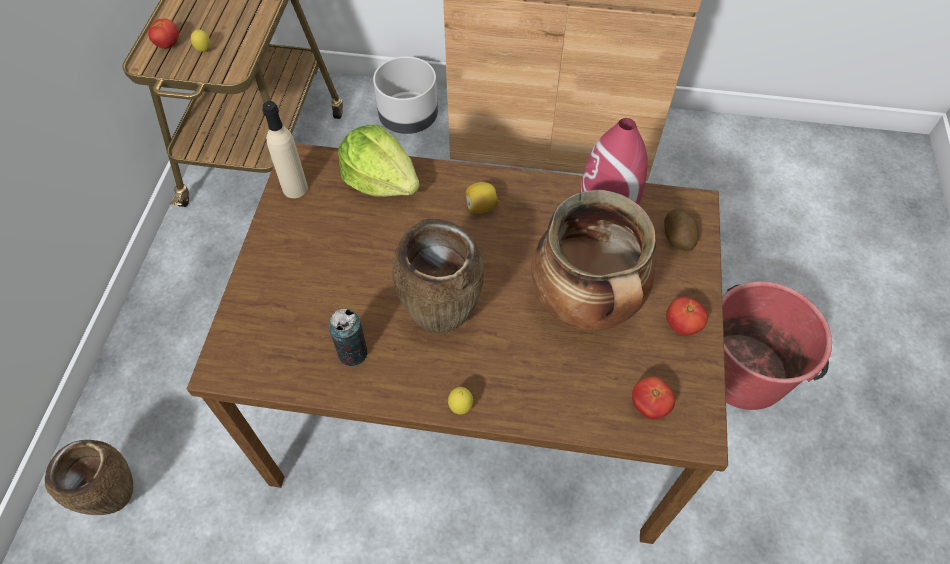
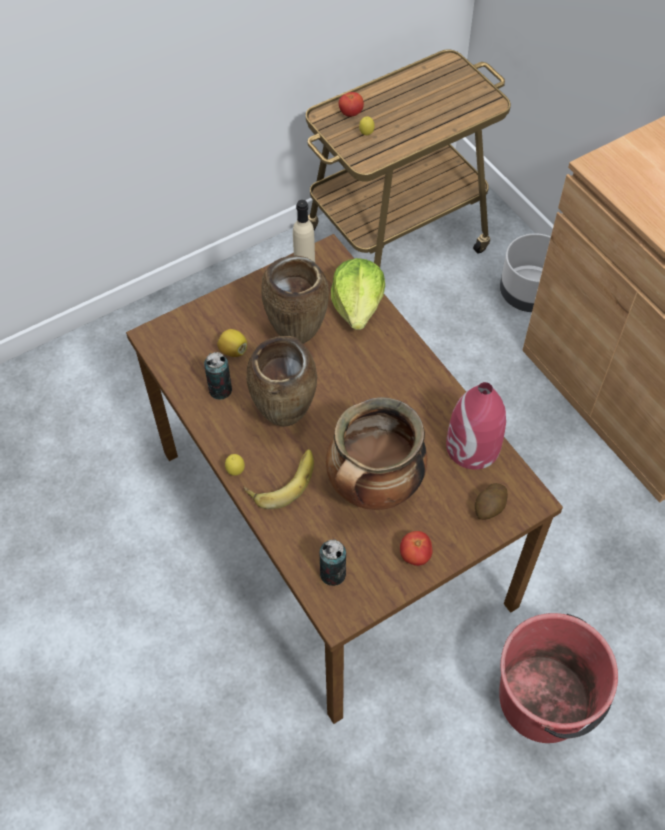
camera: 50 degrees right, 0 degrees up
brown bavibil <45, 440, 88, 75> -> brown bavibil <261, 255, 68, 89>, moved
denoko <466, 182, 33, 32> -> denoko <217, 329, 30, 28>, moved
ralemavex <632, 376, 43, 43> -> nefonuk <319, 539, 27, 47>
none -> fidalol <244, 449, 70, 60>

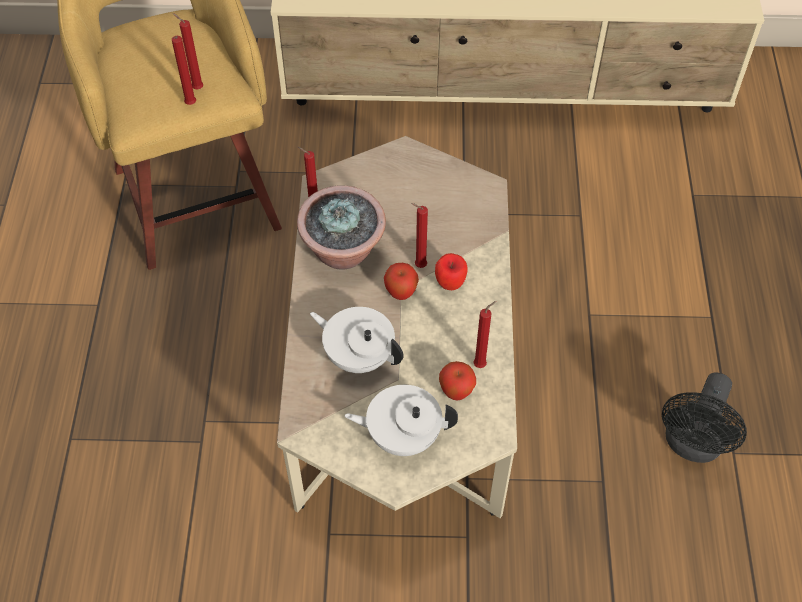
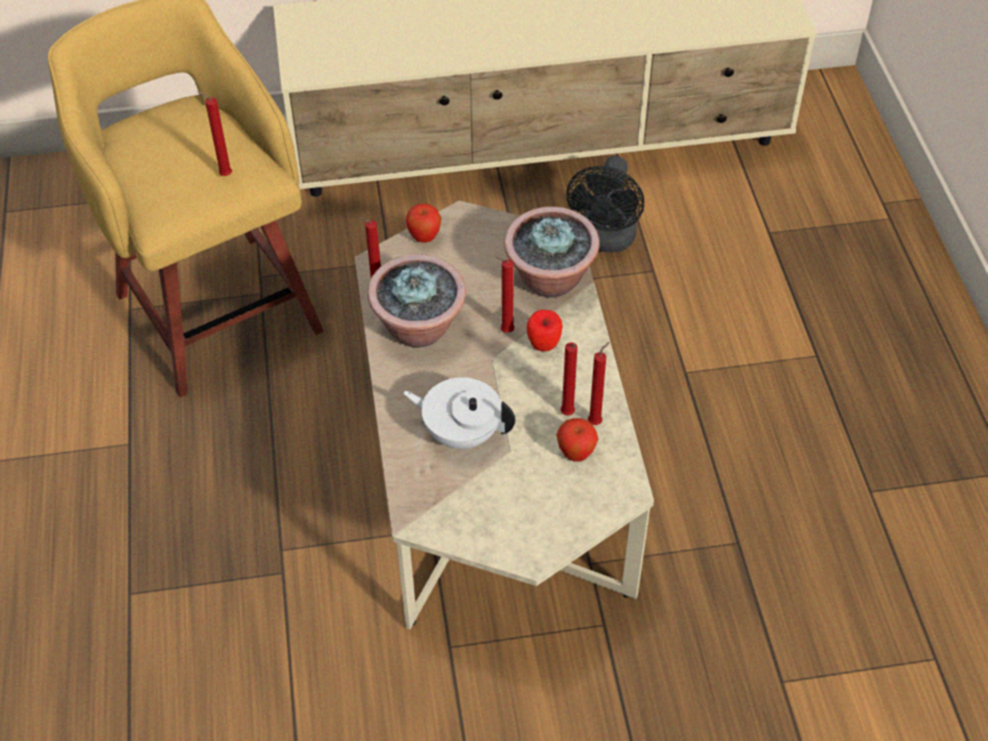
camera: 10 degrees left, 5 degrees down
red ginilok <172, 36, 24, 69> -> red ginilok <561, 342, 17, 74>, moved
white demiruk <344, 385, 114, 71> -> none
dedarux <384, 263, 35, 37> -> dedarux <406, 204, 35, 39>, moved
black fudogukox <662, 373, 85, 90> -> black fudogukox <566, 156, 78, 97>, moved
none -> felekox <504, 206, 96, 92>

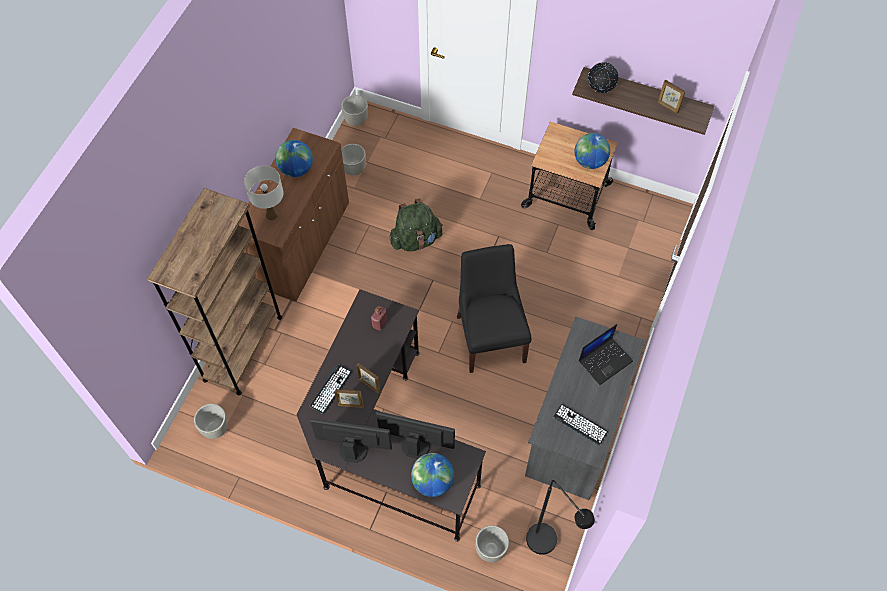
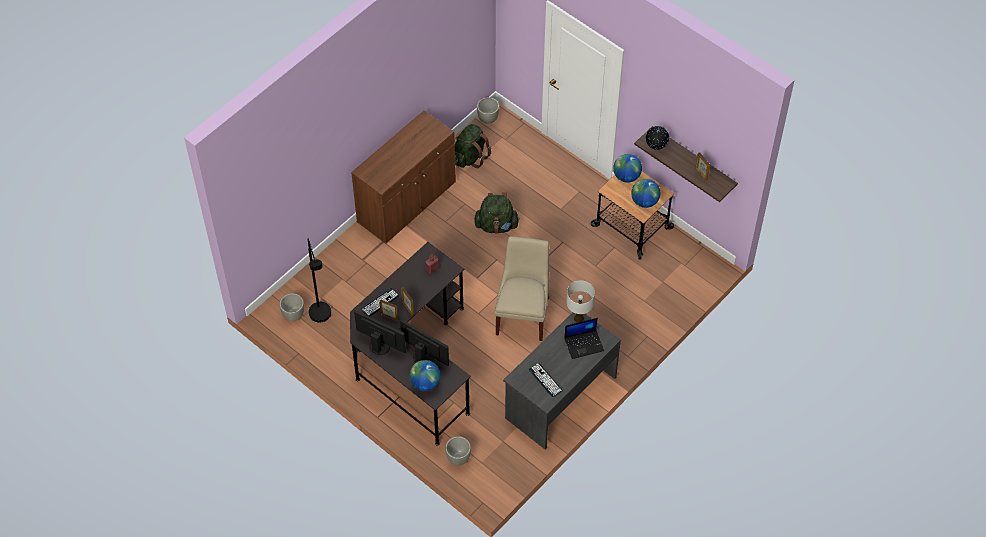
camera: 20 degrees right, 5 degrees down
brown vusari <147, 188, 135, 207> -> none
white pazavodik <244, 166, 39, 54> -> white pazavodik <566, 280, 29, 43>, moved
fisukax <275, 140, 38, 37> -> fisukax <613, 154, 29, 29>, moved
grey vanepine <341, 144, 25, 32> -> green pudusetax <455, 124, 36, 44>
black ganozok <457, 244, 75, 129> -> beige ganozok <495, 236, 55, 105>
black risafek <526, 480, 69, 75> -> black risafek <307, 239, 24, 83>, moved

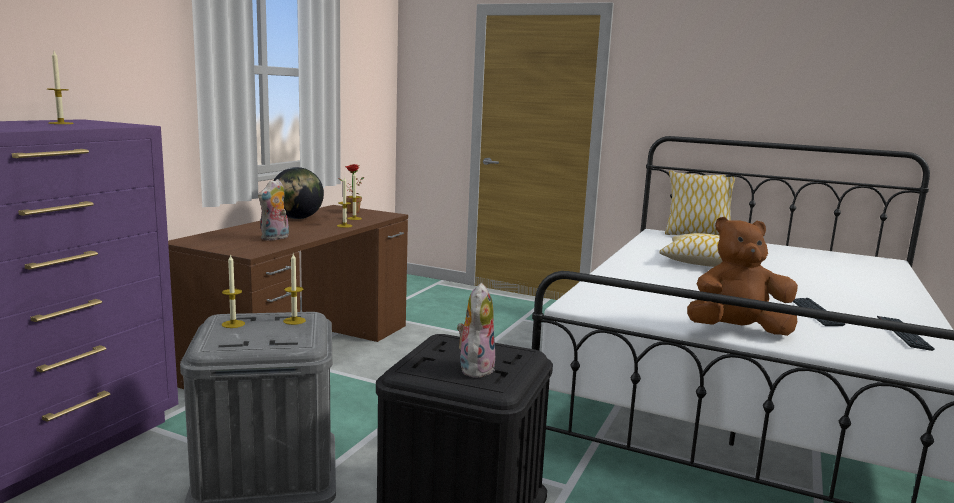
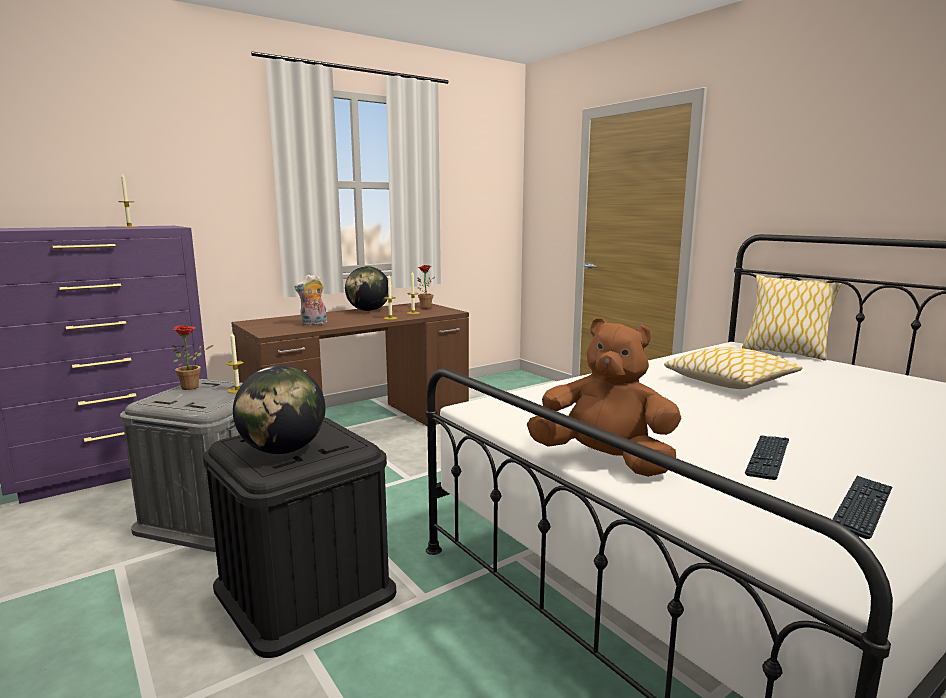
camera: 30 degrees right, 0 degrees up
ginilok <222, 254, 23, 74> -> felekox <172, 325, 41, 65>
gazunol <457, 283, 38, 95> -> fisukax <233, 366, 93, 88>

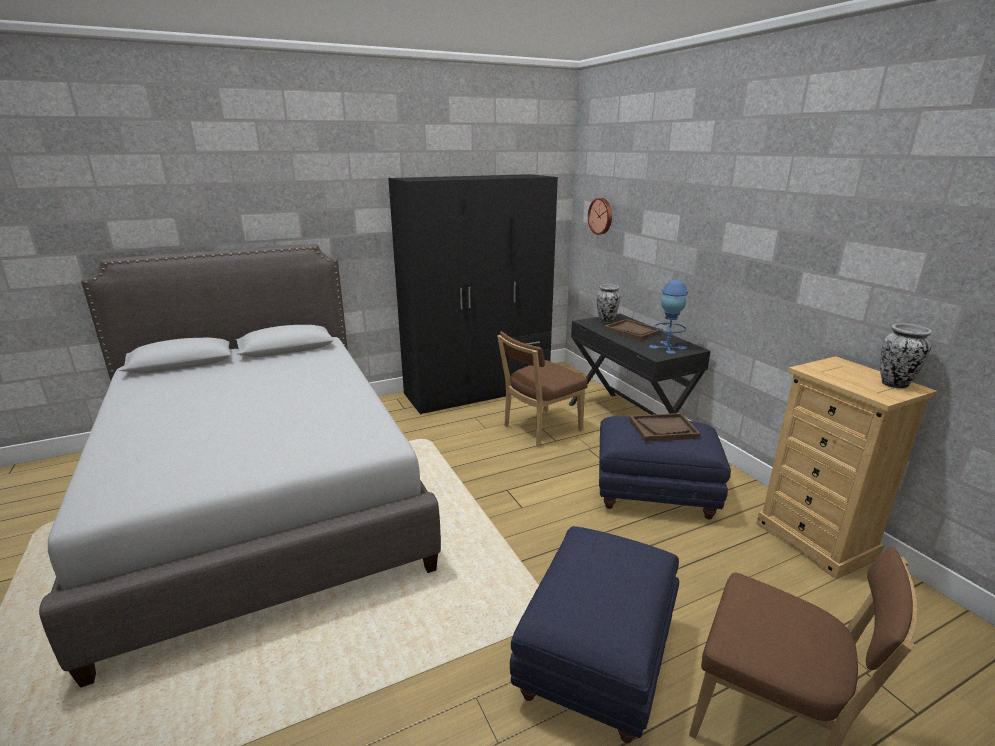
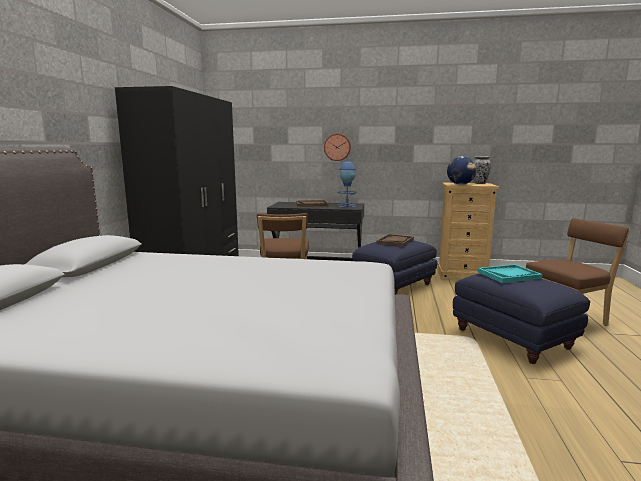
camera: 55 degrees left, 10 degrees down
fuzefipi <588, 198, 24, 37> -> fuzefipi <324, 134, 27, 27>, moved
bavibil <597, 284, 23, 39> -> none
none -> fisukax <447, 156, 29, 29>
none -> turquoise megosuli <478, 264, 65, 19>

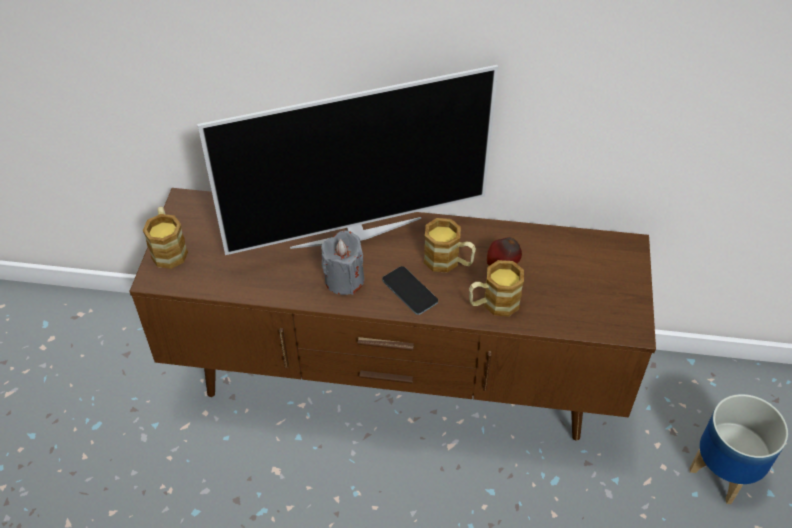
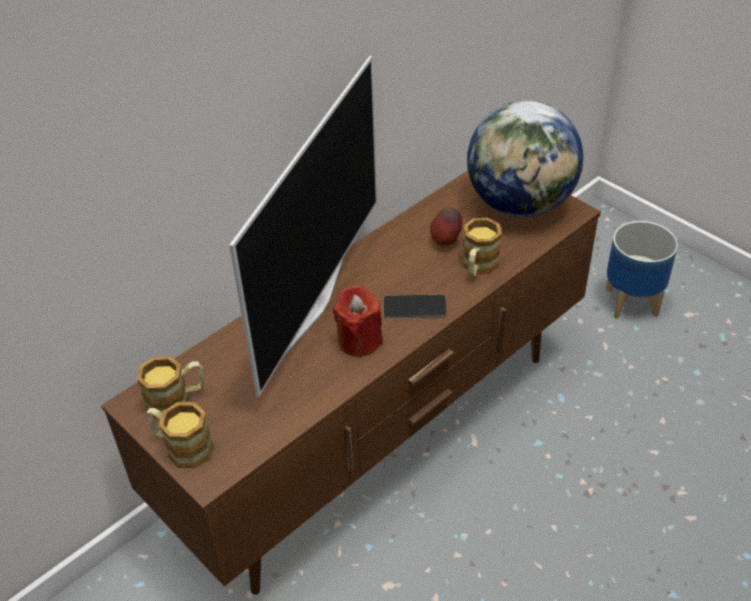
camera: 50 degrees left, 5 degrees down
grey ginilok <321, 231, 43, 64> -> red ginilok <333, 285, 50, 72>
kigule <424, 218, 52, 54> -> kigule <137, 356, 67, 64>, moved
none -> fisukax <467, 100, 116, 117>

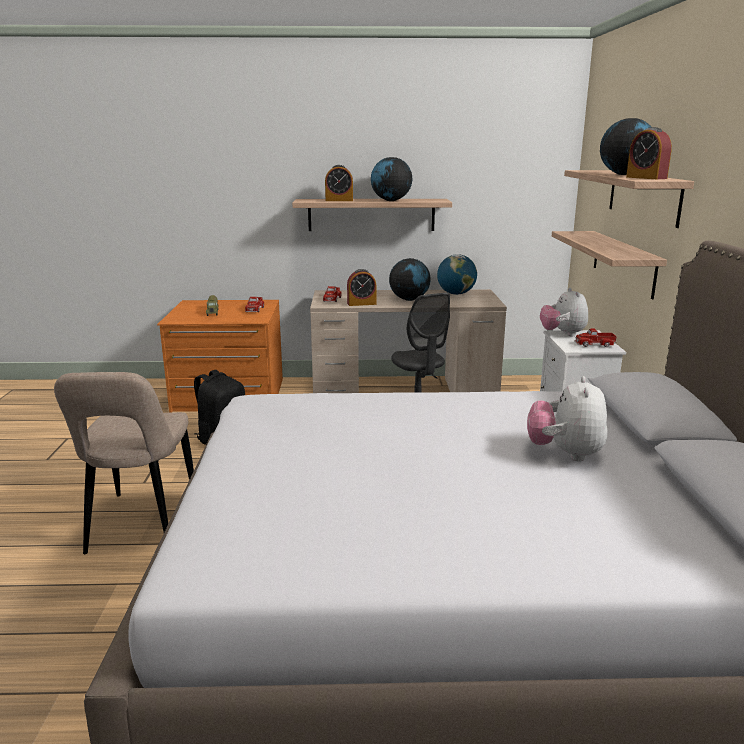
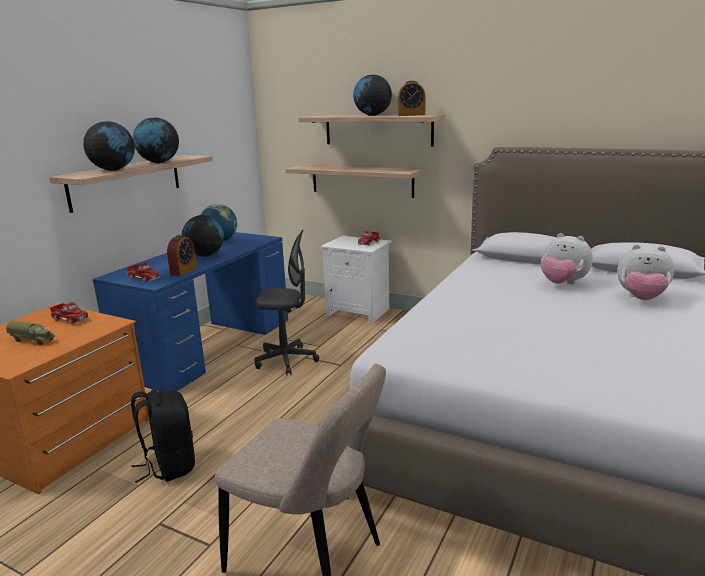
camera: 60 degrees left, 0 degrees up
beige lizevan <310, 289, 197, 104> -> blue lizevan <93, 232, 195, 159>
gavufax <325, 165, 28, 36> -> fisukax <83, 121, 52, 50>
gazunol <540, 288, 48, 48> -> gazunol <617, 245, 57, 55>, moved

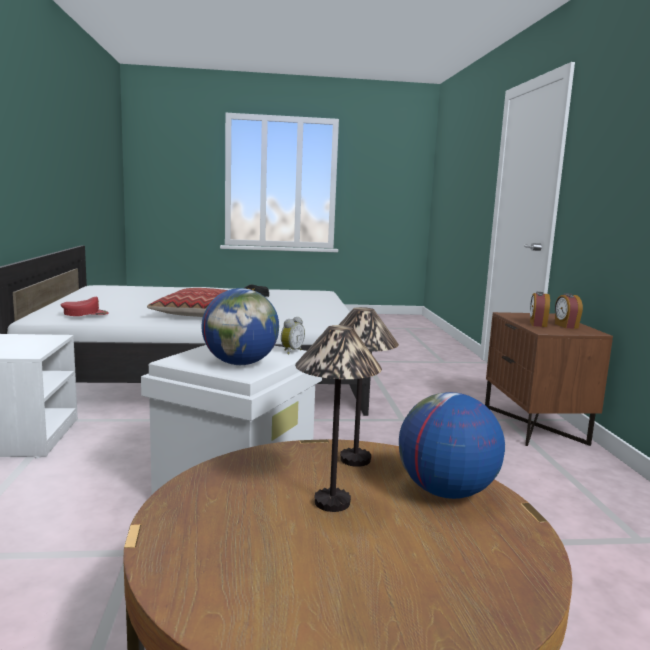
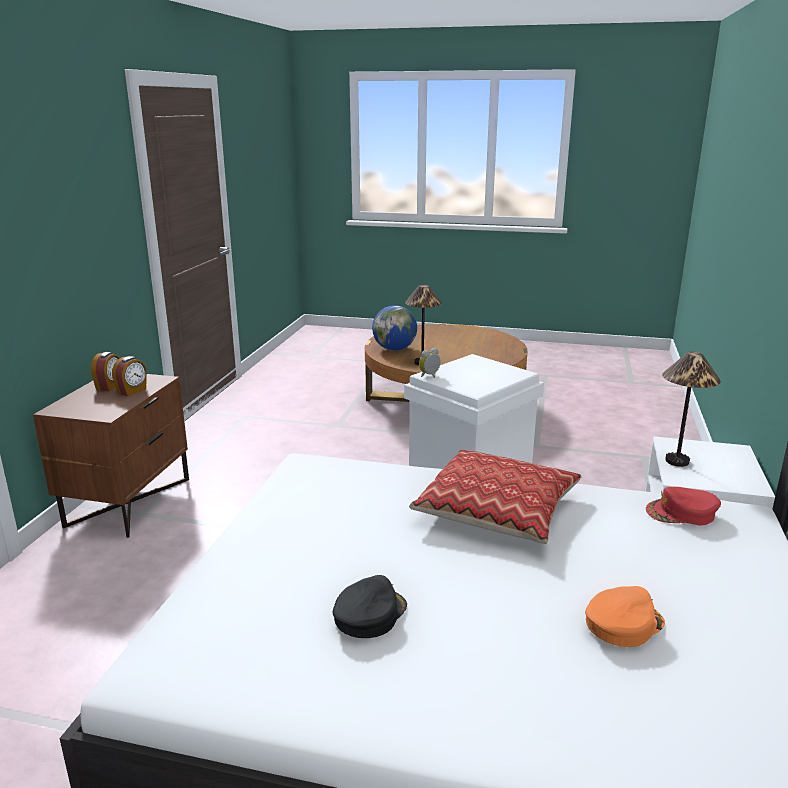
camera: 160 degrees left, 10 degrees up
fisukax <201, 288, 78, 77> -> none
pazavodik <295, 325, 87, 187> -> pazavodik <662, 352, 58, 115>, moved
none -> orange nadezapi <585, 586, 80, 61>

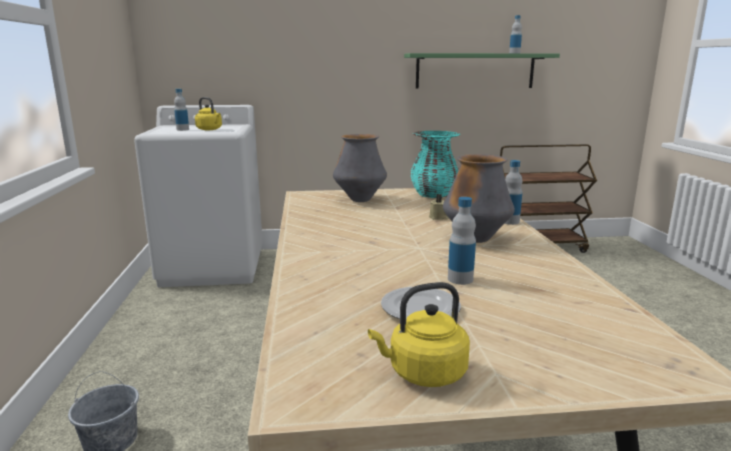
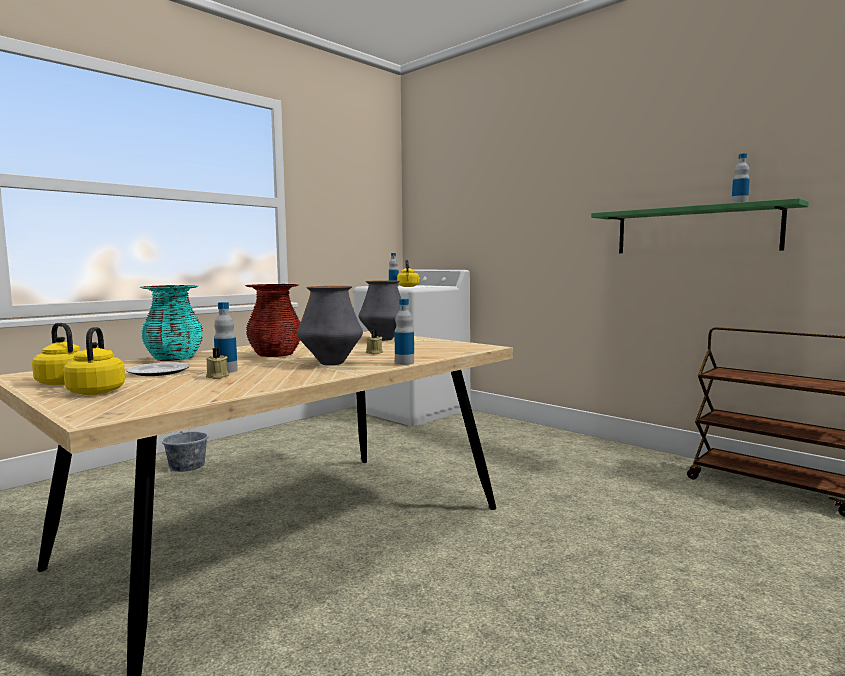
camera: 50 degrees right, 10 degrees down
turquoise bavibil <411, 131, 49, 67> -> turquoise bavibil <139, 285, 64, 76>, moved
none -> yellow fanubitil <63, 327, 62, 68>
none -> beige ginilok <206, 348, 23, 31>
none -> red bavibil <245, 284, 56, 73>

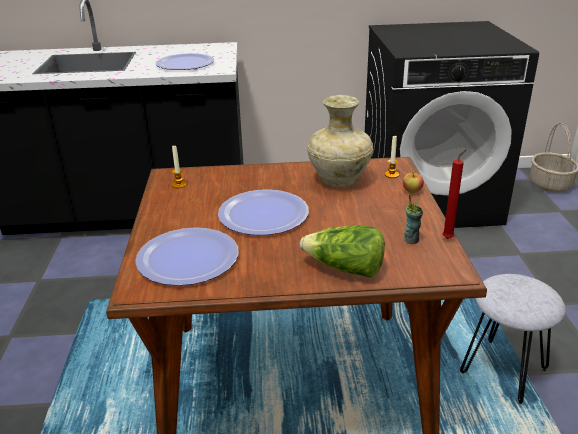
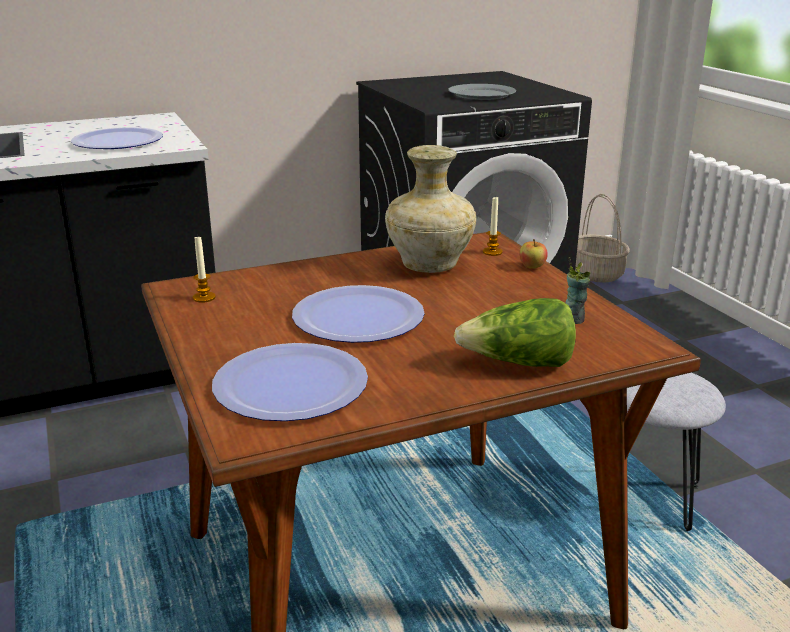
camera: 20 degrees left, 5 degrees down
red ginilok <442, 150, 24, 89> -> none
none -> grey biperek <448, 84, 68, 16>

